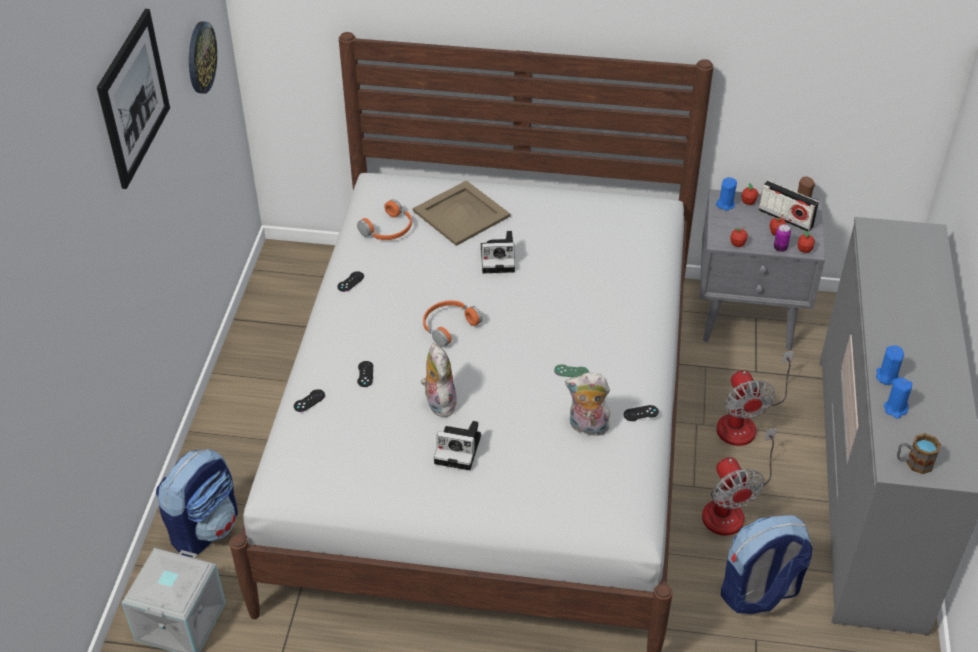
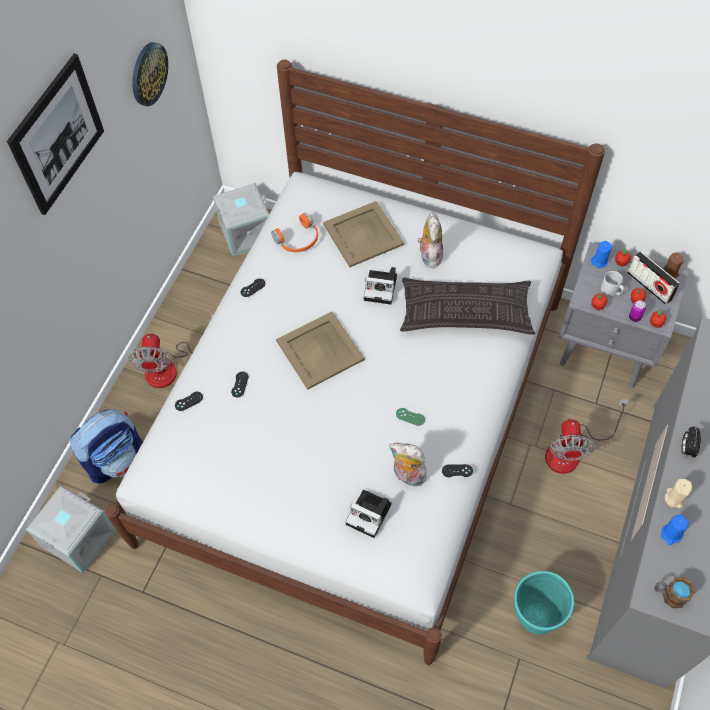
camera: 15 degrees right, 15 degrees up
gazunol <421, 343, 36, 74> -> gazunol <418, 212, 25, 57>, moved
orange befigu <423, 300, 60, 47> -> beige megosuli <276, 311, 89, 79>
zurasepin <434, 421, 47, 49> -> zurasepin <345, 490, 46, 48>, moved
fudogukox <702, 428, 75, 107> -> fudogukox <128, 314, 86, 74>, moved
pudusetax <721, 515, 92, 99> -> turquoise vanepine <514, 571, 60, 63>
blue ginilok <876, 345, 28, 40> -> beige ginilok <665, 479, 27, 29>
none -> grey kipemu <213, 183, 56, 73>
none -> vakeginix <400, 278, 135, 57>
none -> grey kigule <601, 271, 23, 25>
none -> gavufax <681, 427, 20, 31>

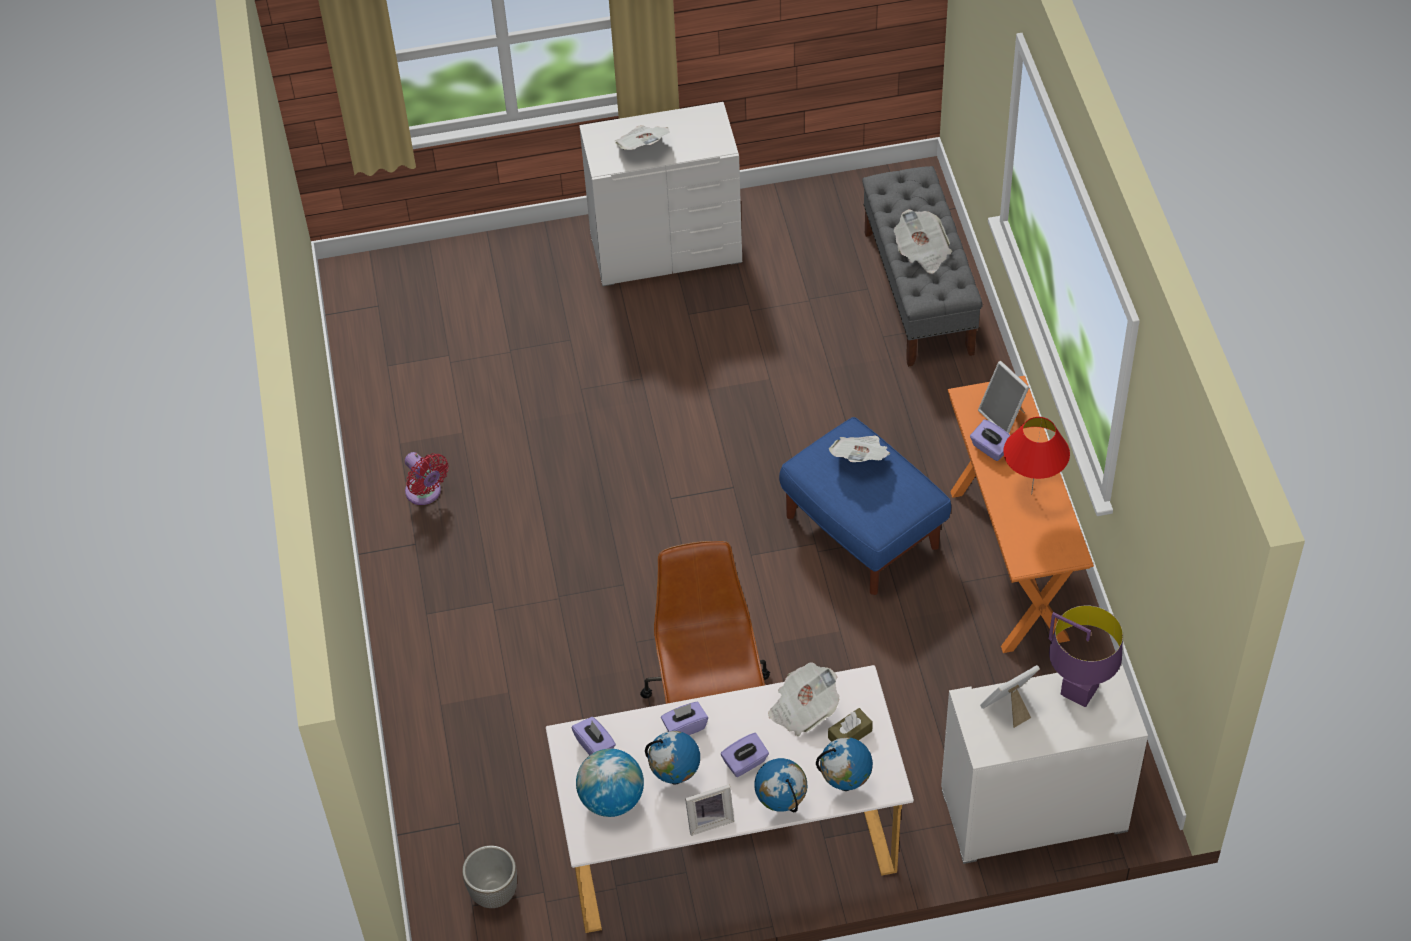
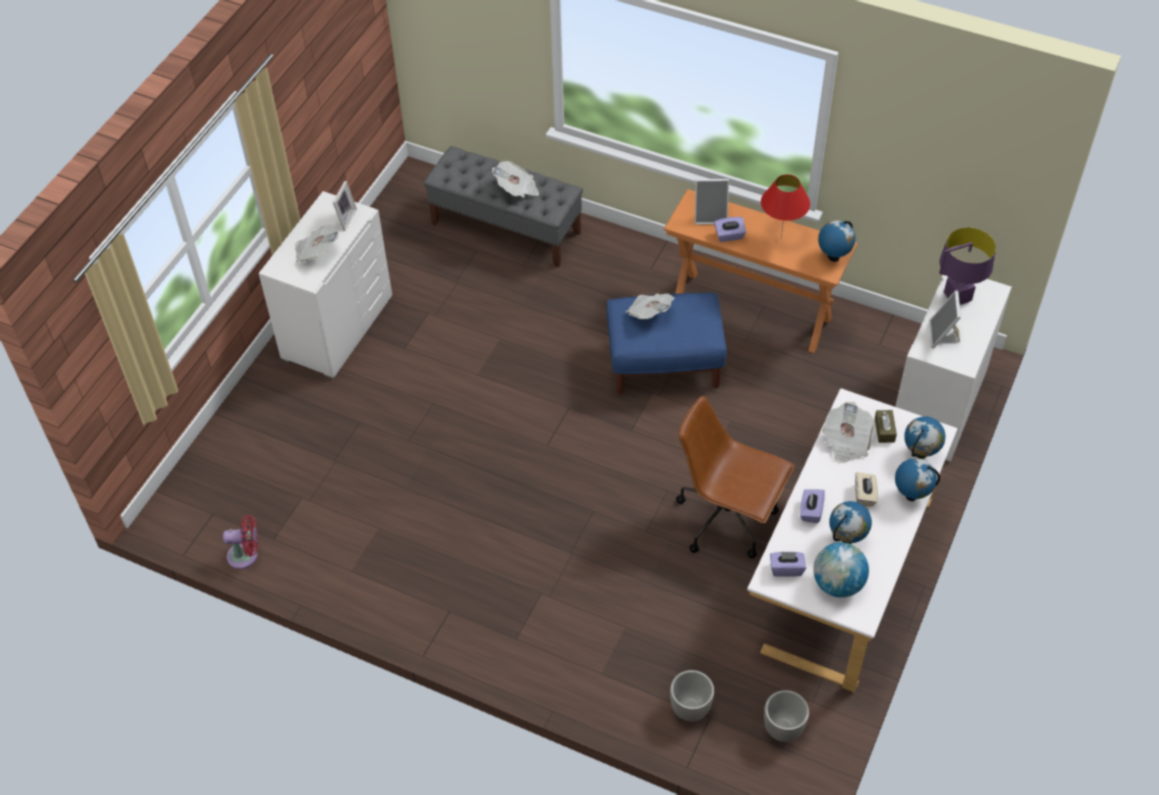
camera: 55 degrees left, 0 degrees up
red fudogukox <405, 452, 43, 53> -> red fudogukox <223, 515, 35, 54>, moved
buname <685, 784, 49, 52> -> buname <333, 181, 24, 50>, moved
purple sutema <721, 733, 48, 44> -> beige sutema <855, 472, 23, 34>
none -> vanepine <670, 670, 44, 51>
none -> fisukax <818, 221, 37, 41>

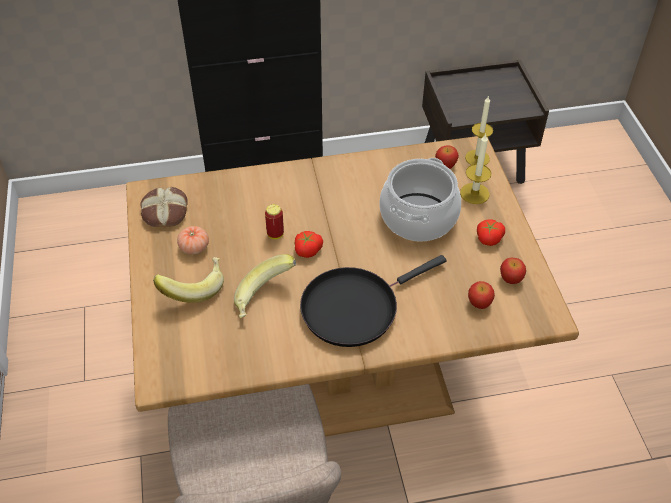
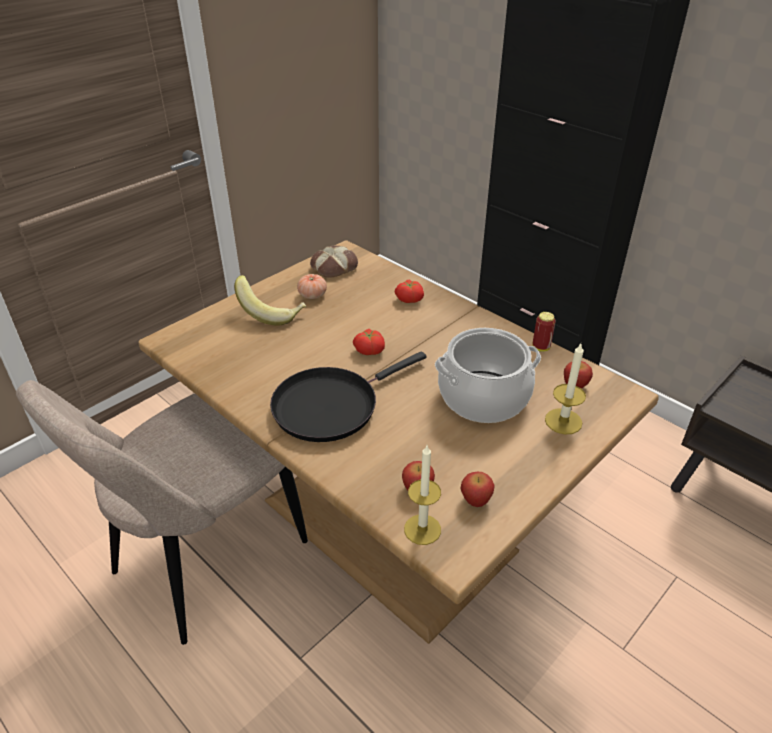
camera: 55 degrees right, 10 degrees down
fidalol <234, 254, 62, 64> -> none
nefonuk <265, 204, 19, 35> -> nefonuk <532, 312, 24, 40>, moved
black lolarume <300, 255, 147, 92> -> black lolarume <270, 351, 156, 91>, 60 degrees counterclockwise
ginilok <465, 95, 28, 70> -> ginilok <404, 445, 37, 100>, moved
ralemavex <477, 219, 28, 27> -> ralemavex <395, 279, 29, 24>, moved

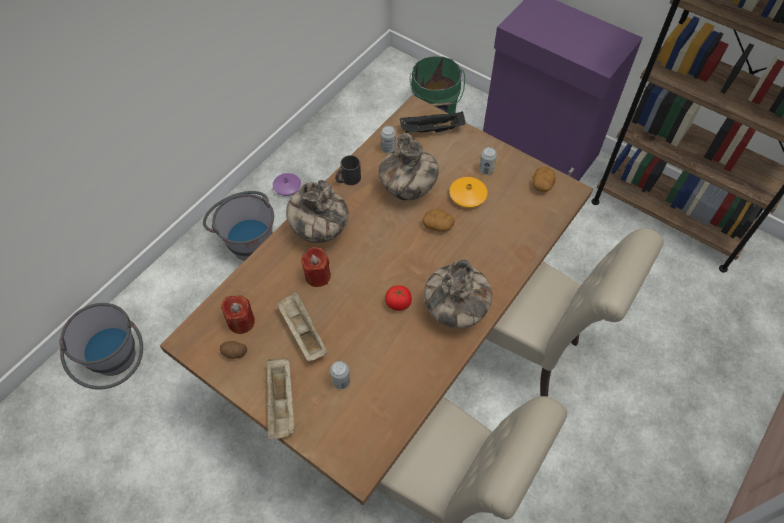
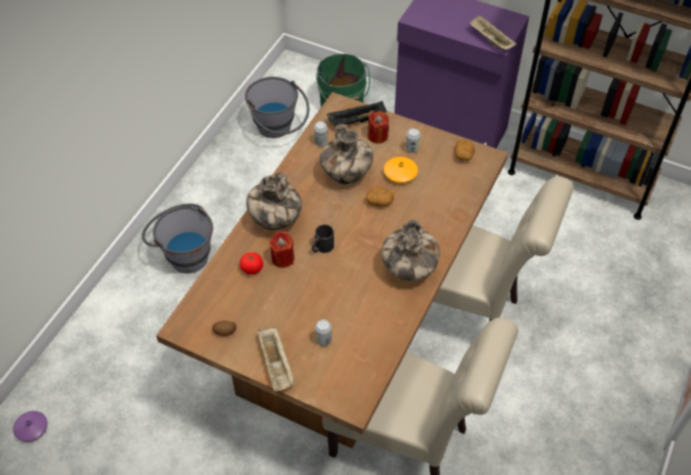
camera: 10 degrees left, 5 degrees down
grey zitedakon <59, 303, 84, 87> -> grey zitedakon <245, 77, 64, 61>, moved
red ginilok <221, 295, 34, 39> -> red ginilok <367, 111, 22, 33>, moved
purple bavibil <273, 173, 28, 23> -> purple bavibil <13, 411, 34, 31>, moved
beige megosuli <277, 292, 51, 69> -> beige megosuli <469, 15, 48, 35>, moved
black kigule <335, 155, 26, 30> -> black kigule <312, 224, 22, 29>, moved
ralemavex <385, 285, 27, 26> -> ralemavex <240, 252, 23, 23>, moved

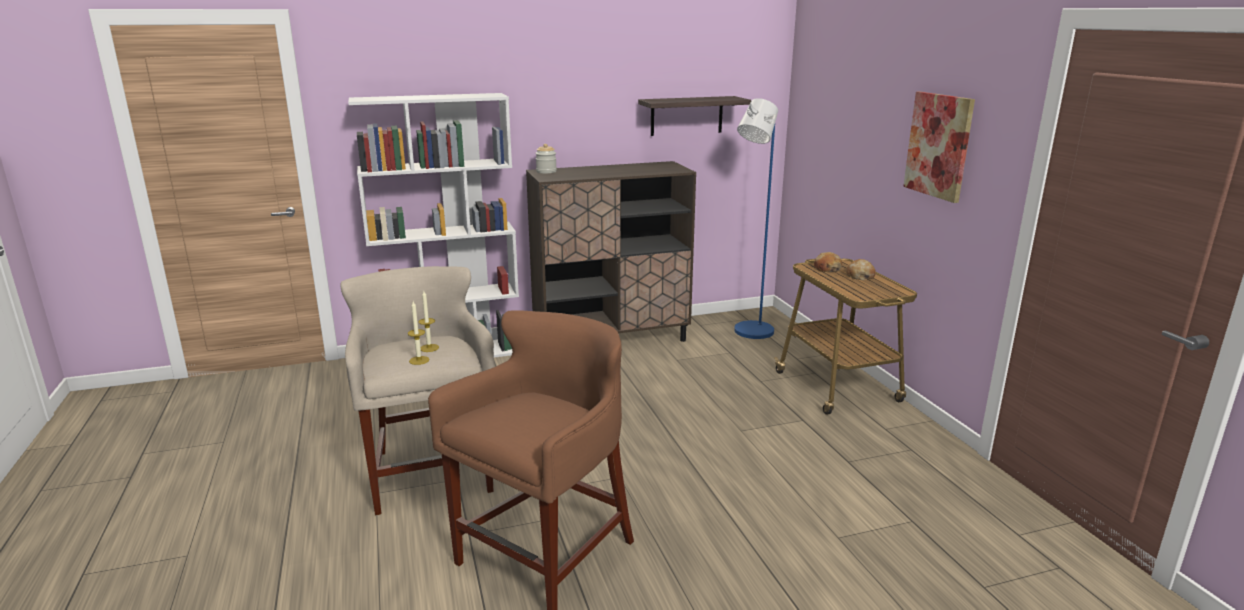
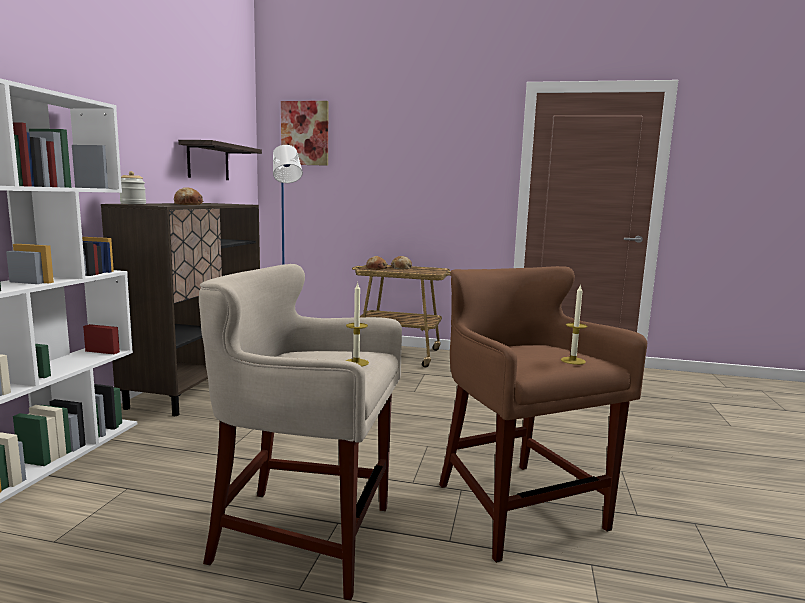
camera: 60 degrees left, 10 degrees down
ginilok <418, 291, 21, 61> -> ginilok <561, 284, 26, 81>, moved
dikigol <903, 92, 72, 111> -> dikigol <281, 101, 47, 65>, moved
none -> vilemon <174, 187, 30, 18>

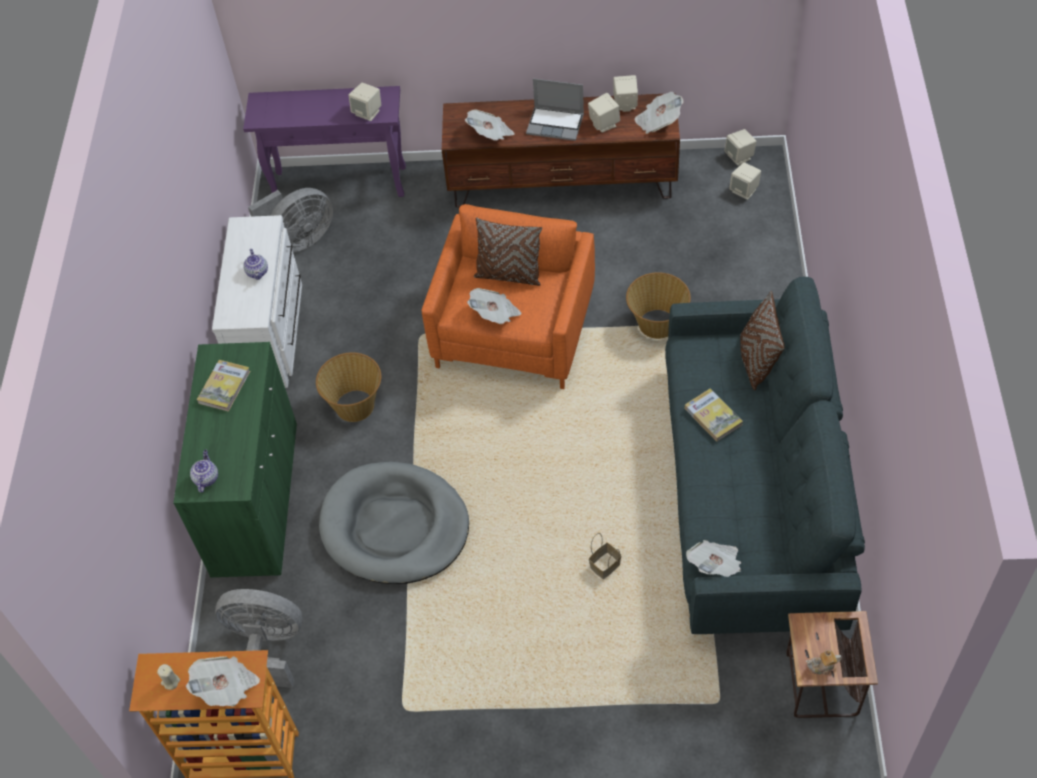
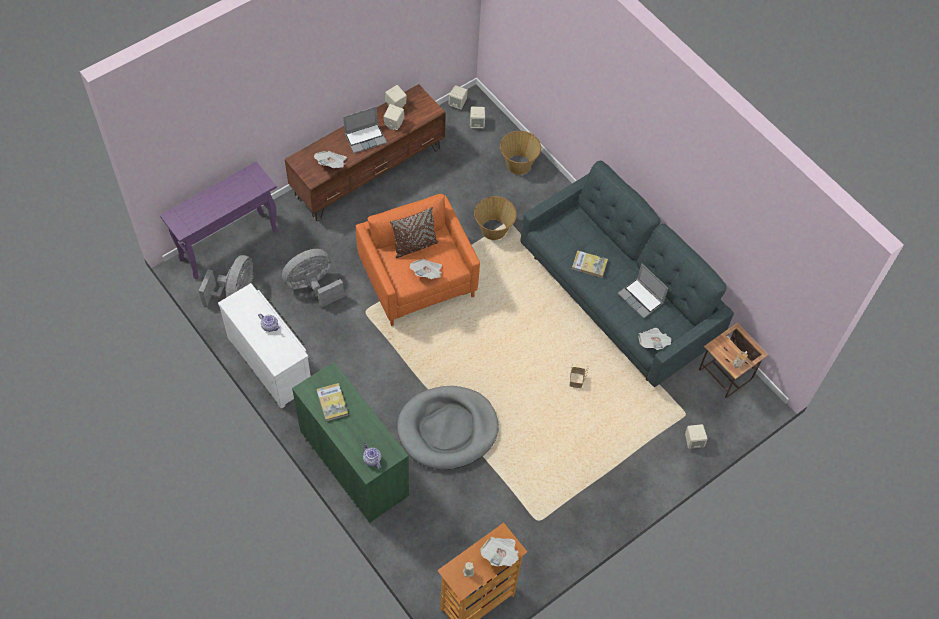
camera: 45 degrees left, 5 degrees up
grey fudogukox <215, 589, 87, 99> -> grey fudogukox <282, 249, 62, 58>, moved
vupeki <316, 352, 65, 70> -> vupeki <500, 131, 41, 44>, moved
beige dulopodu <349, 83, 32, 38> -> beige dulopodu <685, 424, 22, 25>, moved
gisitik <635, 92, 49, 42> -> none
brown vakeginix <740, 291, 45, 99> -> none
none -> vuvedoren <618, 263, 50, 56>

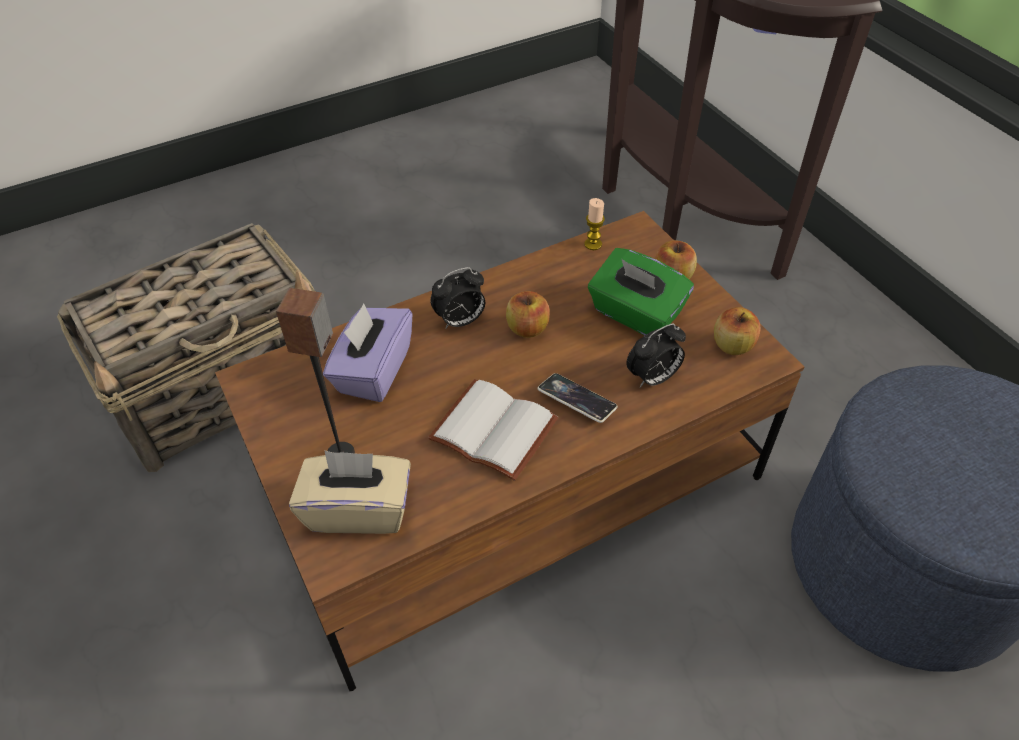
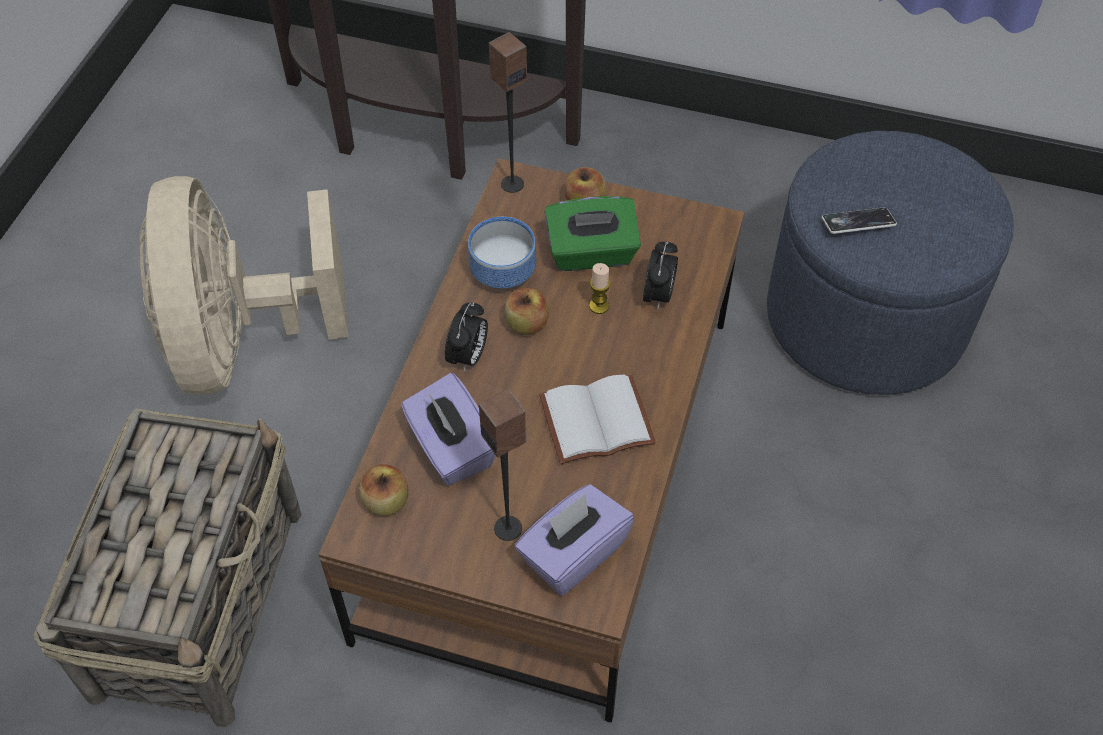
camera: 45 degrees left, 5 degrees up
beige sutema <289, 450, 122, 84> -> purple sutema <515, 484, 119, 112>
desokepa <538, 373, 79, 50> -> desokepa <822, 208, 75, 26>, moved
ginilok <584, 198, 21, 52> -> ginilok <589, 263, 21, 51>, moved
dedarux <714, 307, 47, 48> -> dedarux <359, 464, 49, 52>, moved
none -> beige fudogukox <139, 176, 210, 218>
none -> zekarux <468, 217, 68, 72>
none -> dulopodu <489, 32, 38, 161>

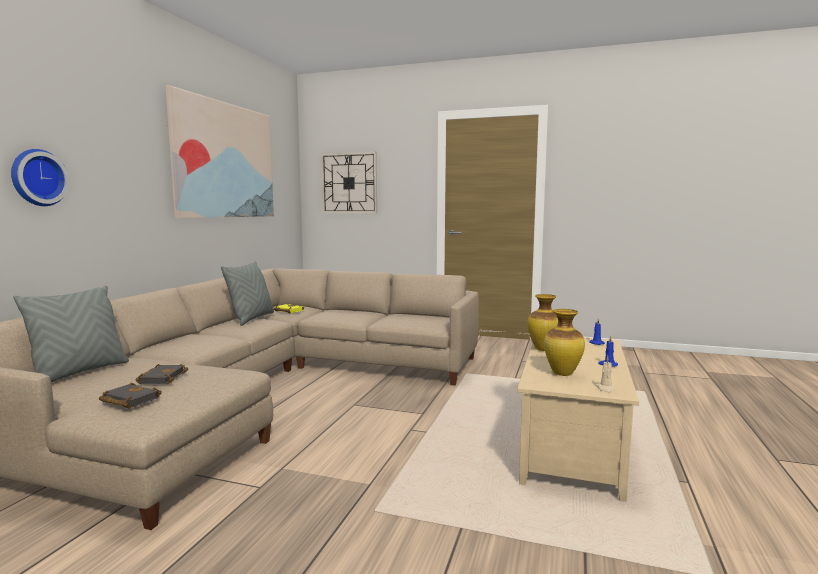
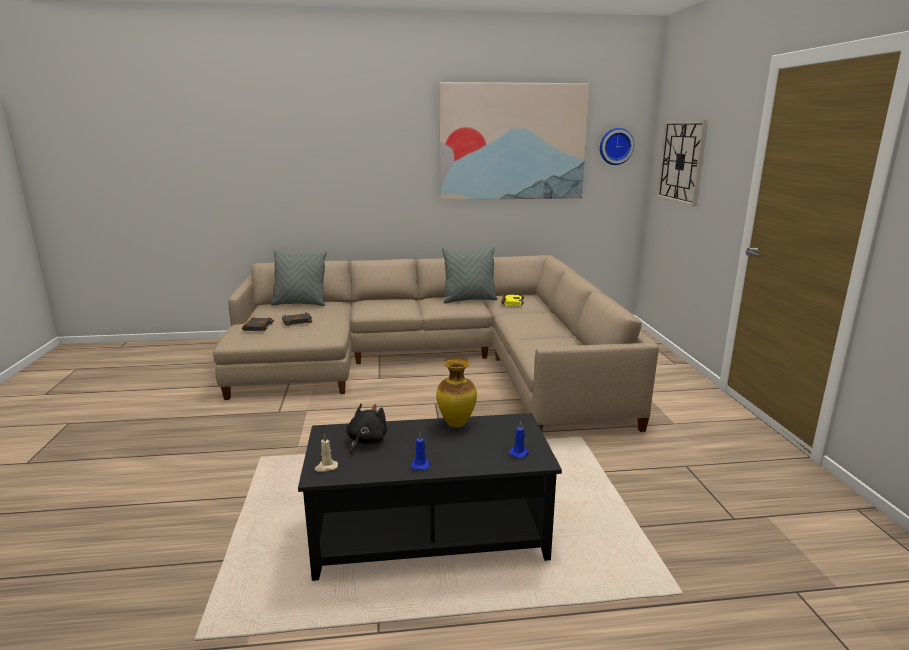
camera: 65 degrees right, 10 degrees up
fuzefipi <11, 149, 58, 57> -> fuzefipi <600, 128, 34, 37>, moved
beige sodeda <517, 337, 122, 165> -> black sodeda <298, 413, 264, 168>
bavibil <544, 309, 41, 67> -> black gazunol <347, 404, 40, 51>

